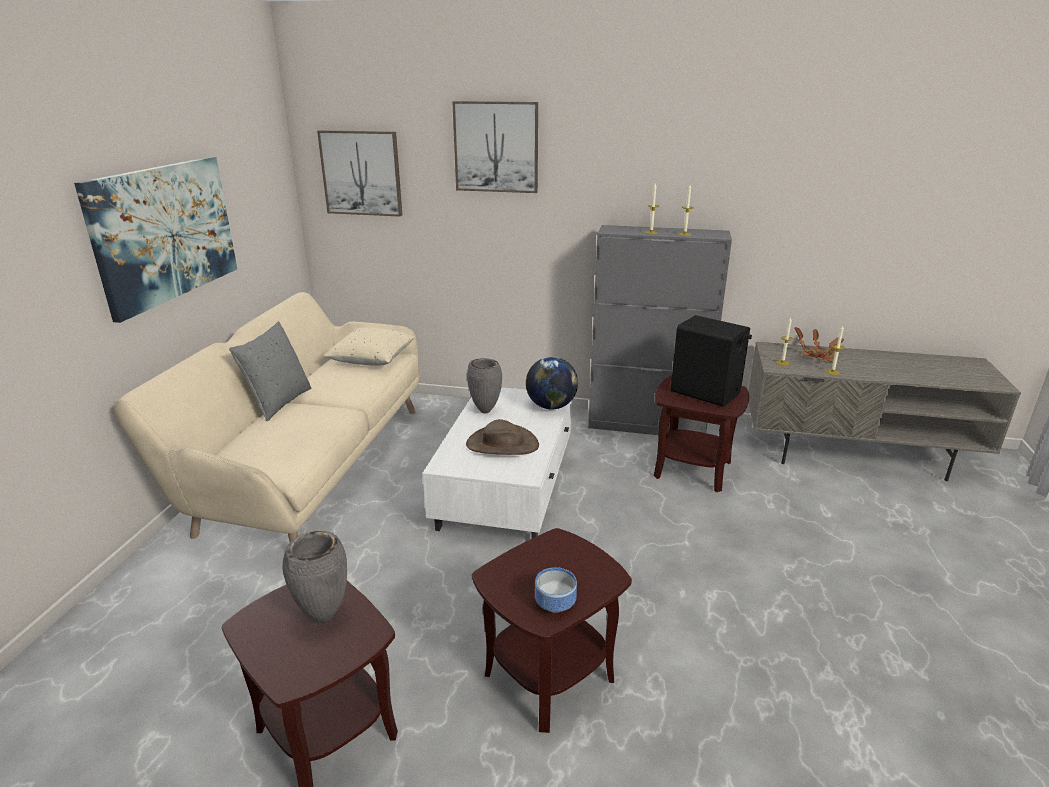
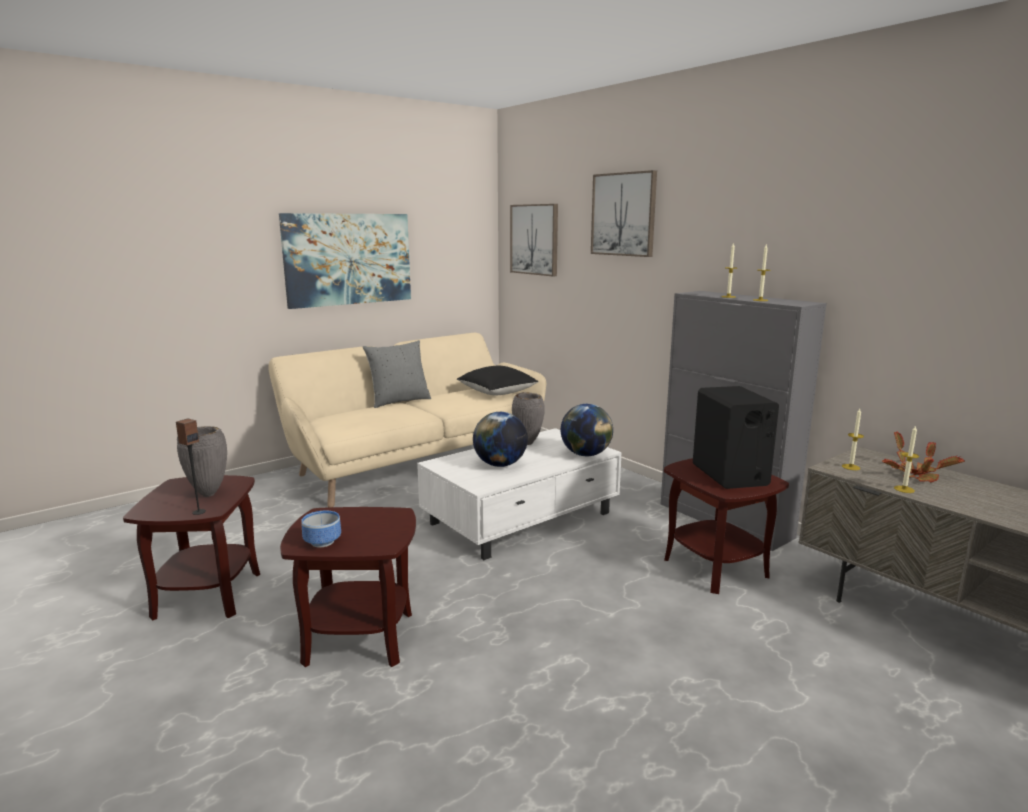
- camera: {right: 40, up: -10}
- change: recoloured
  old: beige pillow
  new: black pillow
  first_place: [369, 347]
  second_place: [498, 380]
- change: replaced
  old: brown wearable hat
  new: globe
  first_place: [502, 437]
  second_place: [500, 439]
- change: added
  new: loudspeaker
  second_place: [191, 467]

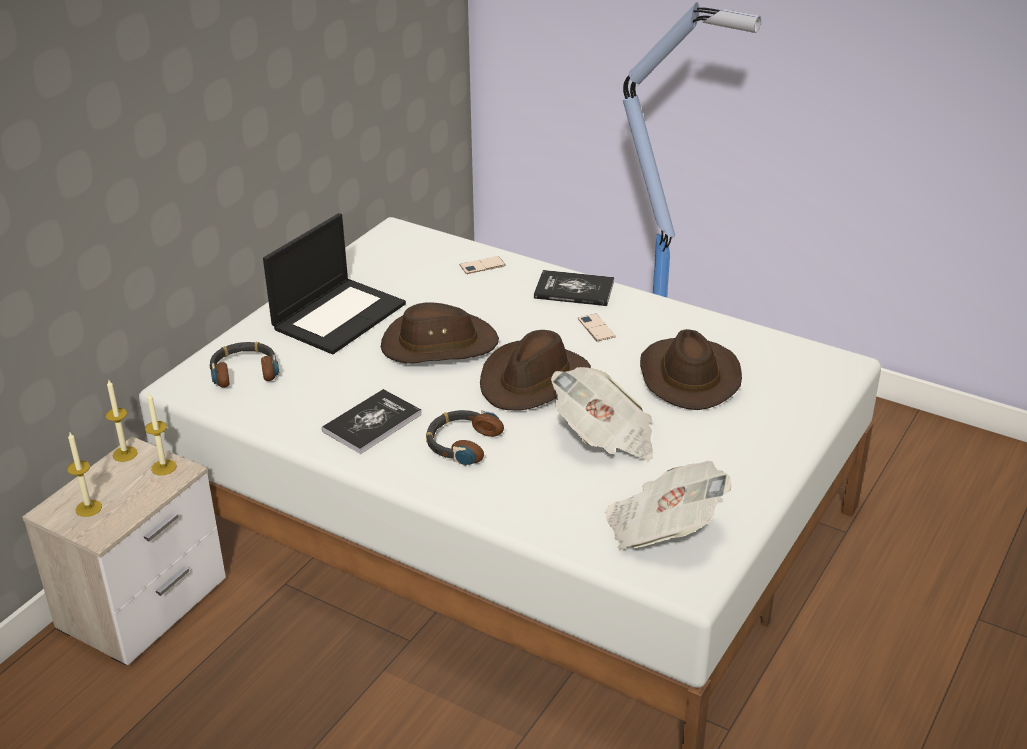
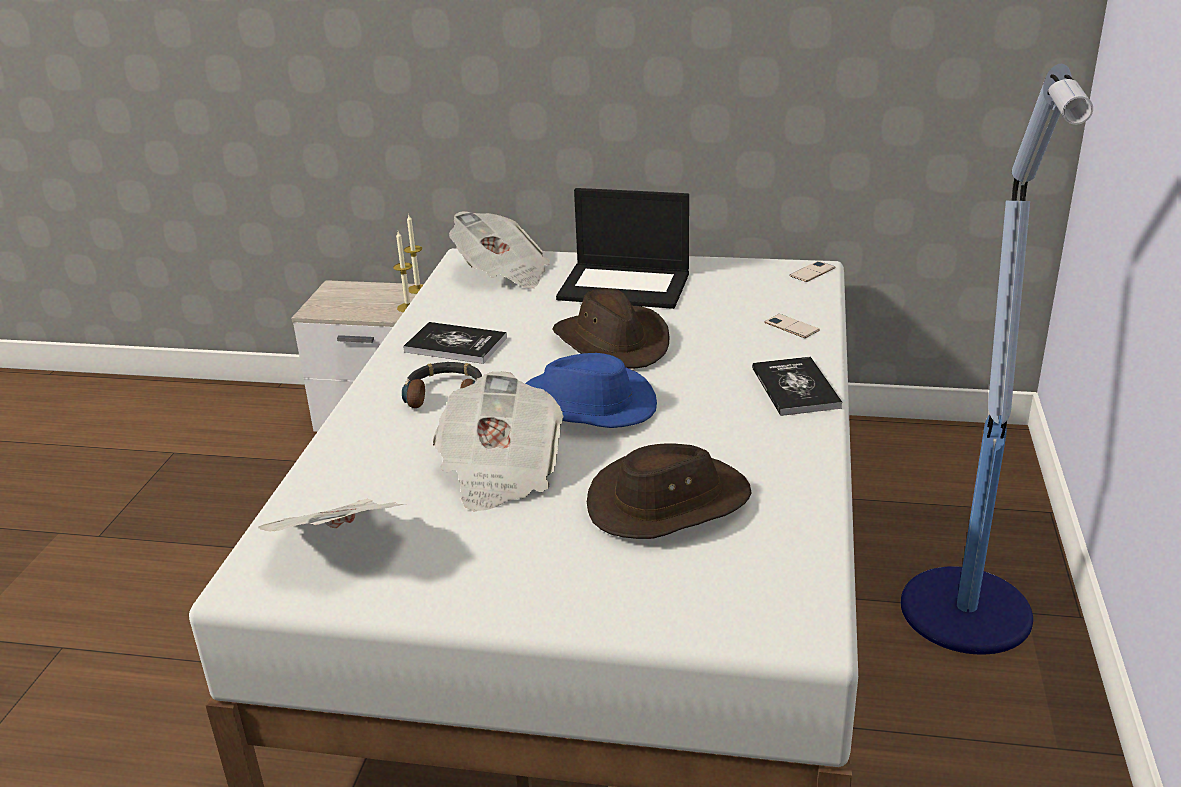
- camera: {right: 70, up: -5}
- change: removed
  old: candle
  first_place: [84, 475]
- change: replaced
  old: headphones
  new: newspaper
  first_place: [244, 364]
  second_place: [499, 250]
- change: recoloured
  old: brown wearable hat
  new: blue wearable hat
  first_place: [535, 370]
  second_place: [591, 390]
- change: moved
  old: telephone
  first_place: [597, 327]
  second_place: [812, 271]

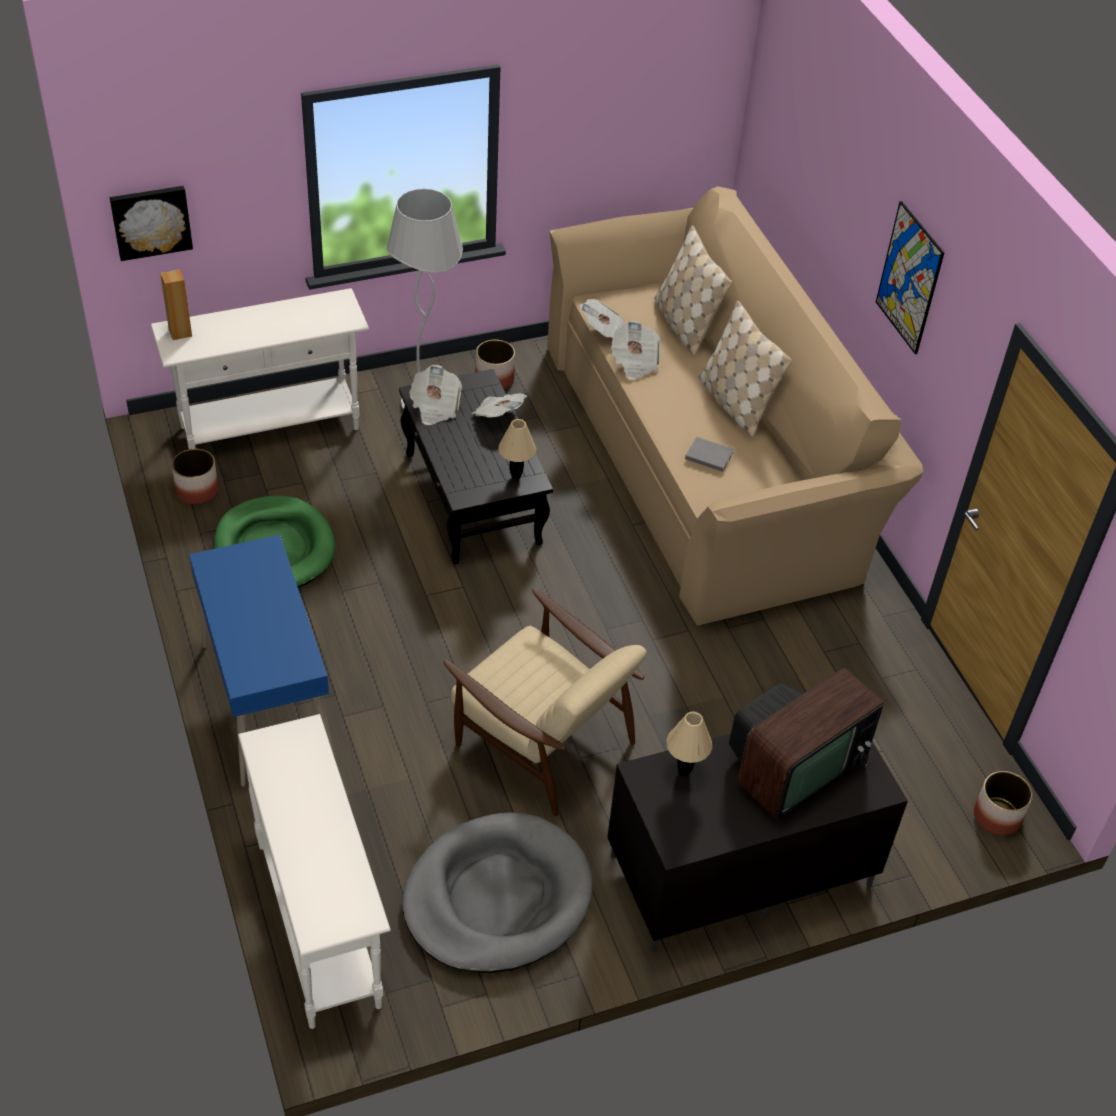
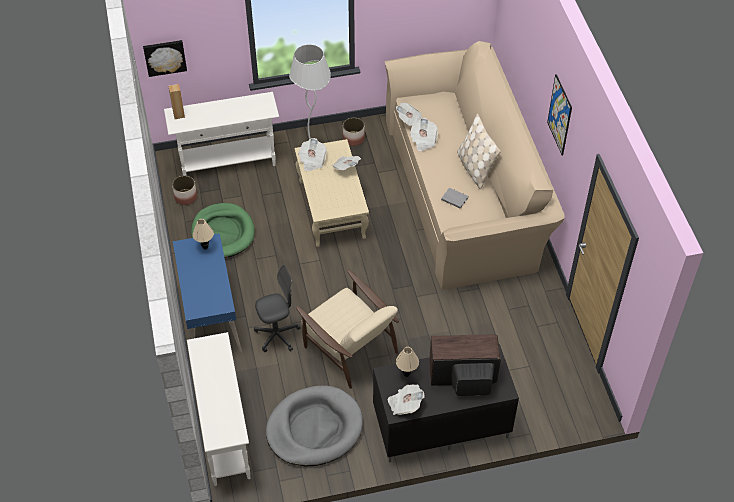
- camera: {right: 10, up: 5}
- change: recoloured
  old: black lounge table
  new: beige lounge table
  first_place: [476, 466]
  second_place: [332, 193]
- change: moved
  old: beige table lamp
  first_place: [517, 449]
  second_place: [203, 234]
- change: removed
  old: beige pillow
  first_place: [693, 291]
- change: turned
  old: television
  first_place: [806, 743]
  second_place: [465, 365]
  degrees: -150
- change: removed
  old: planter
  first_place: [1003, 803]
- change: added
  new: gray computer chair
  second_place: [277, 308]
- change: added
  new: newspaper
  second_place: [406, 400]

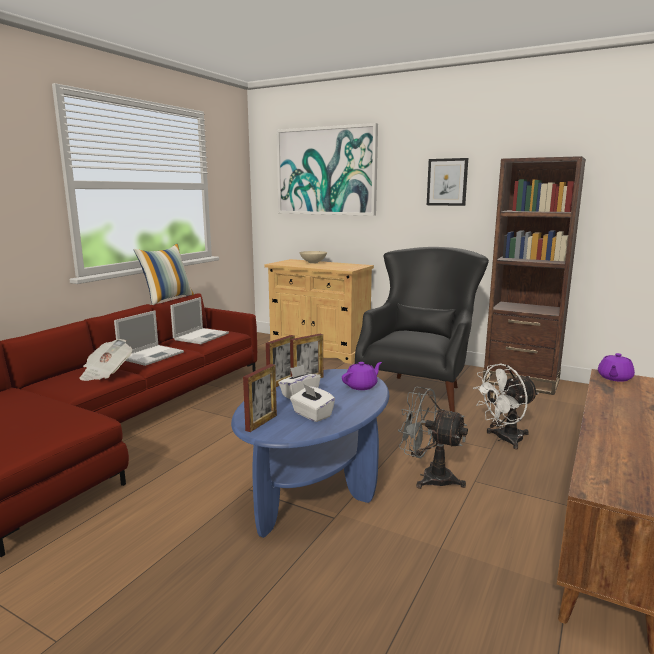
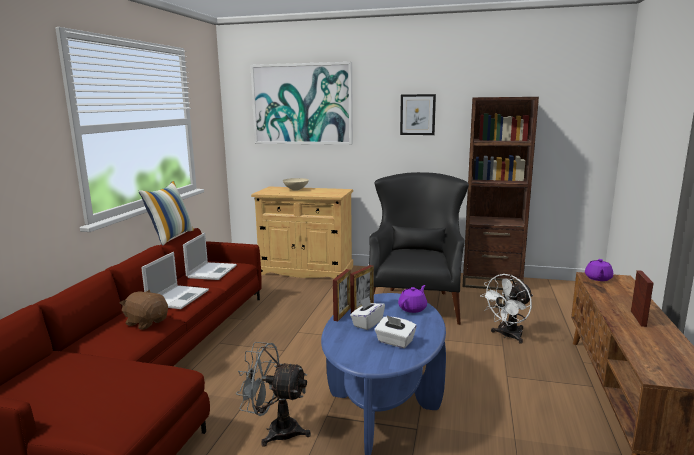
- camera: {right: -15, up: 0}
- change: replaced
  old: newspaper
  new: brown soft toy
  first_place: [105, 360]
  second_place: [144, 310]
- change: moved
  old: standing frame
  first_place: [260, 398]
  second_place: [642, 298]
- change: moved
  old: gray fan
  first_place: [433, 437]
  second_place: [273, 394]

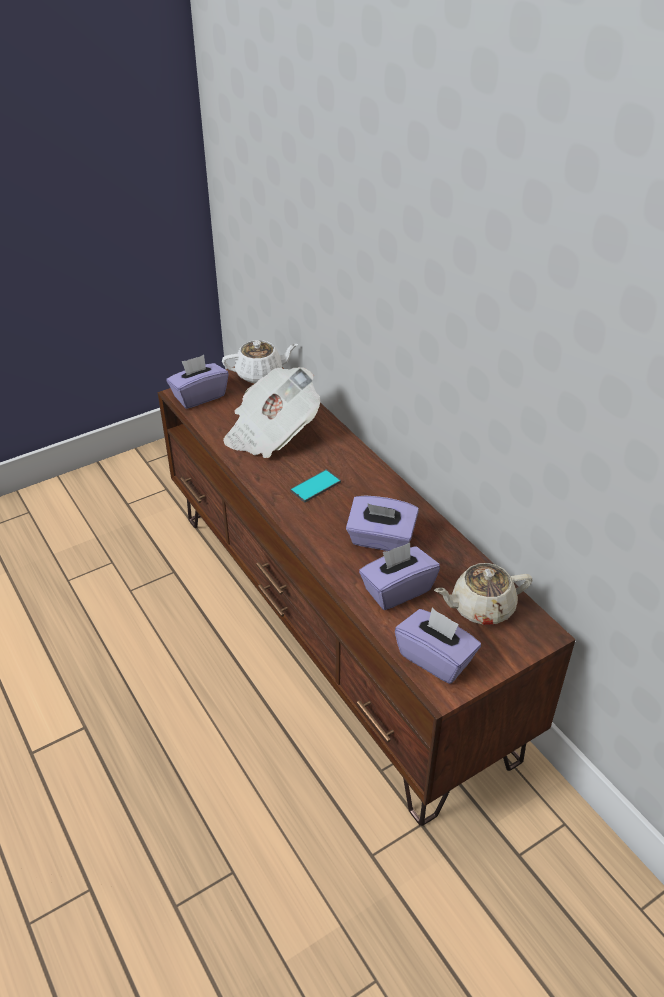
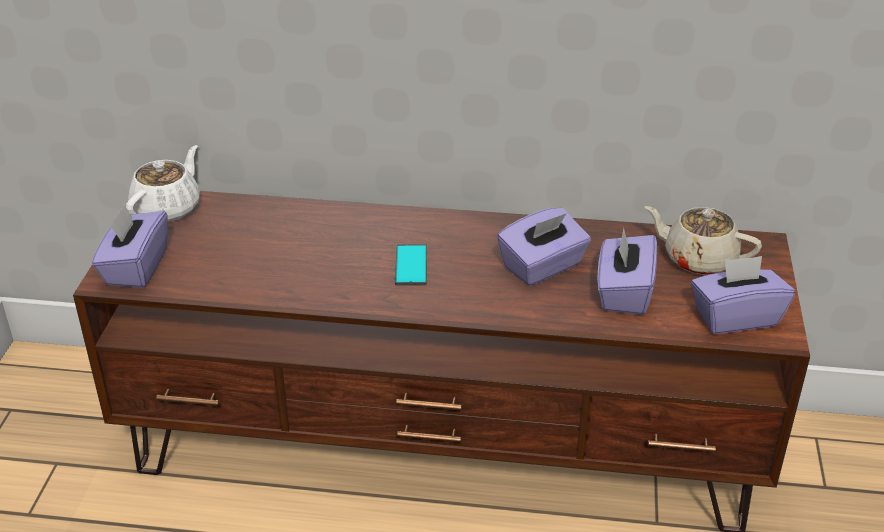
- camera: {right: -50, up: -5}
- change: removed
  old: newspaper
  first_place: [271, 412]
- change: turned
  old: beige pot for tea
  first_place: [483, 594]
  second_place: [703, 240]
  degrees: 90

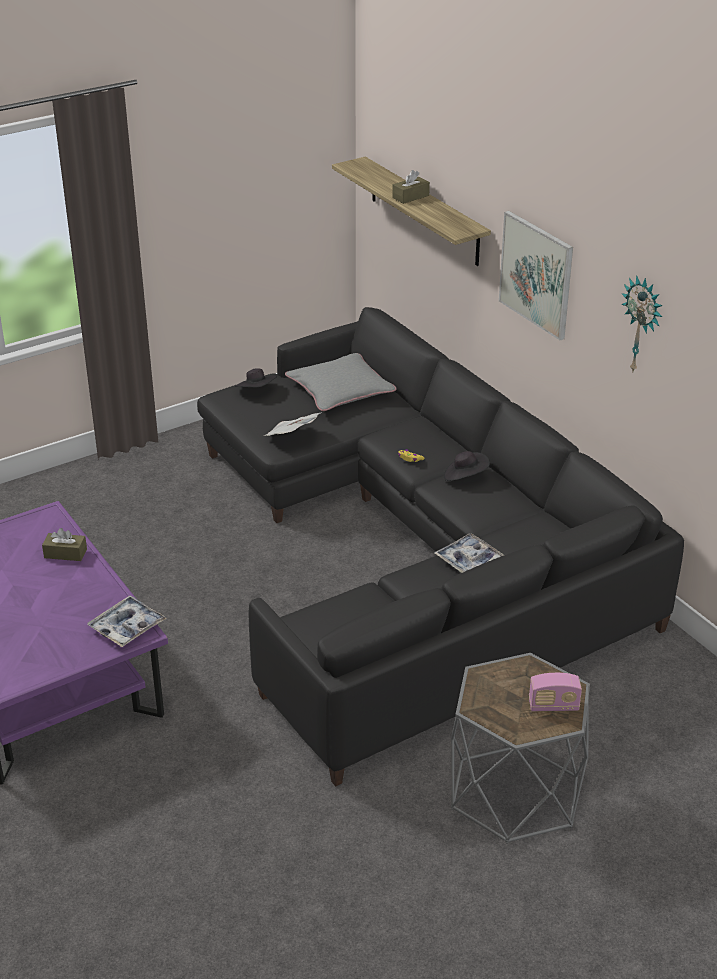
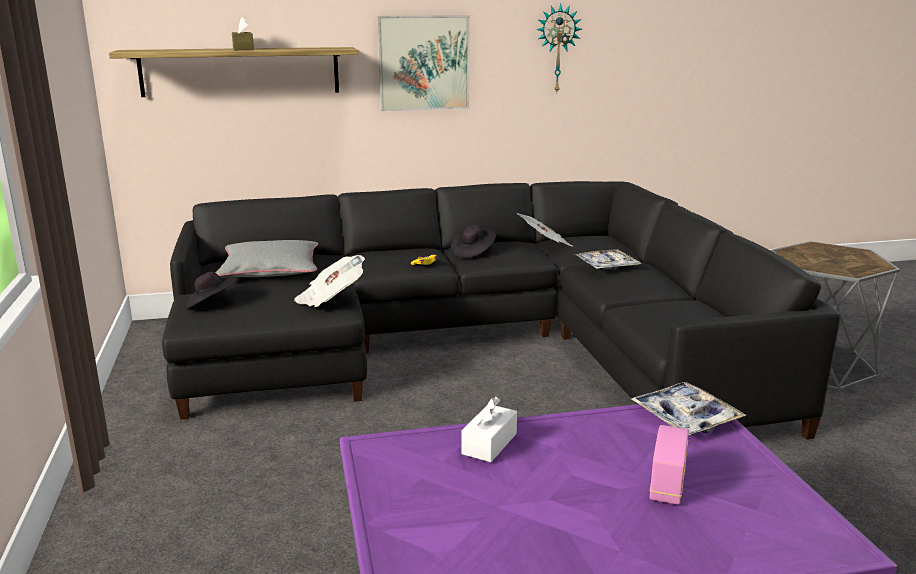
- camera: {right: -70, up: -15}
- change: recoloured
  old: brown tissue holder
  new: whitish tissue holder
  first_place: [64, 544]
  second_place: [489, 429]
- change: moved
  old: radio receiver
  first_place: [555, 692]
  second_place: [669, 465]
- change: added
  new: newspaper
  second_place: [545, 230]

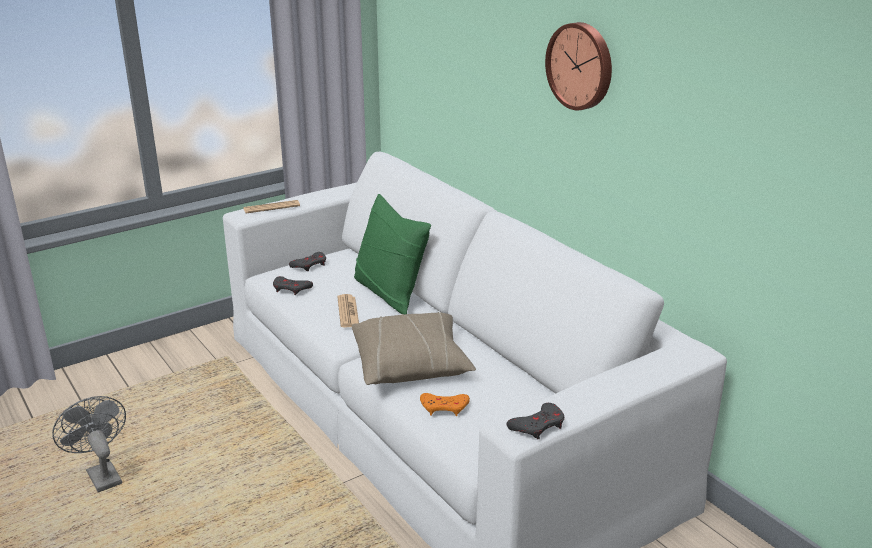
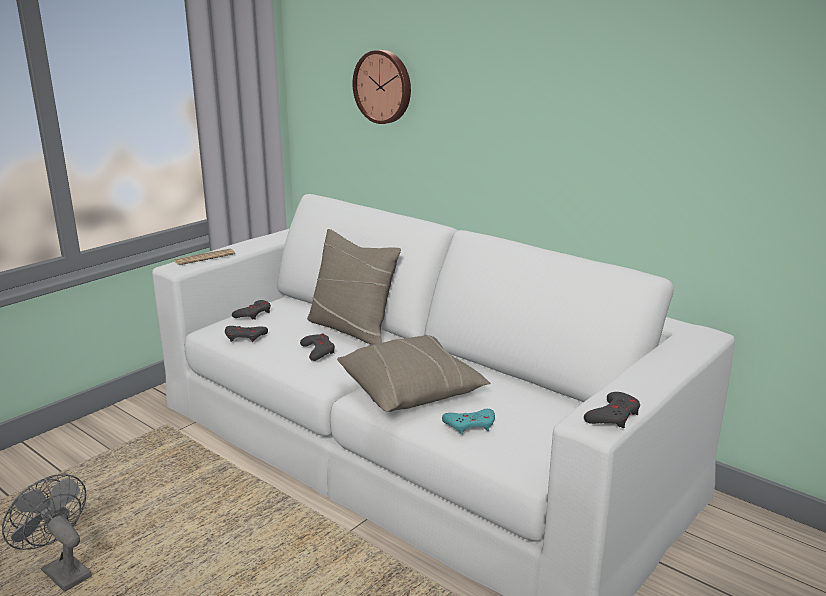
- camera: {right: -15, up: -5}
- change: replaced
  old: newspaper
  new: gray game controller
  first_place: [348, 311]
  second_place: [317, 347]
- change: recoloured
  old: greenish pillow
  new: beige pillow
  first_place: [392, 254]
  second_place: [354, 287]
- change: recoloured
  old: orangey game controller
  new: turquoise game controller
  first_place: [445, 404]
  second_place: [468, 421]
- change: moved
  old: clock on the wall
  first_place: [578, 66]
  second_place: [381, 87]

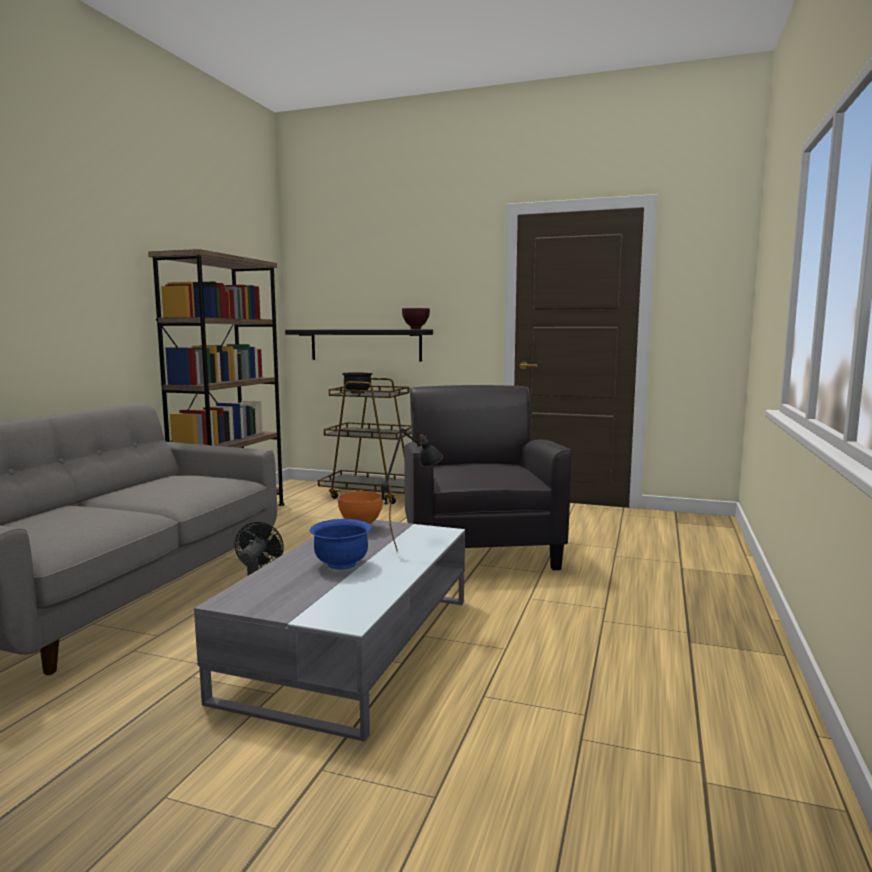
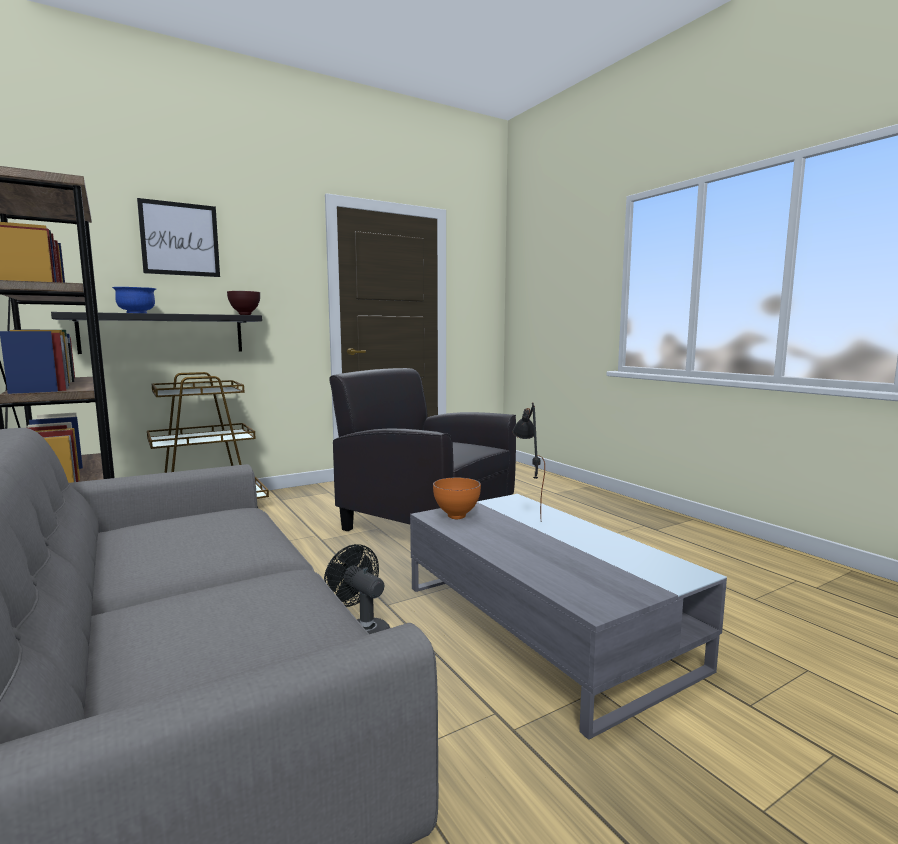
- camera: {right: -50, up: 0}
- change: moved
  old: blue serving bowl
  first_place: [340, 544]
  second_place: [134, 300]
- change: removed
  old: black serving bowl
  first_place: [357, 382]
- change: added
  new: picture
  second_place: [178, 237]

